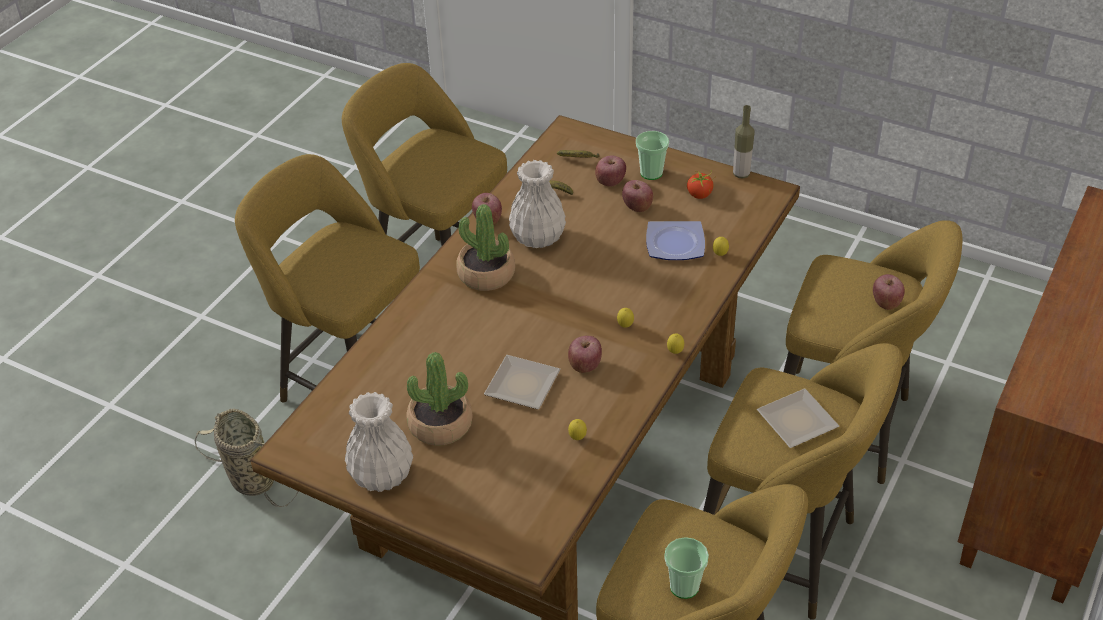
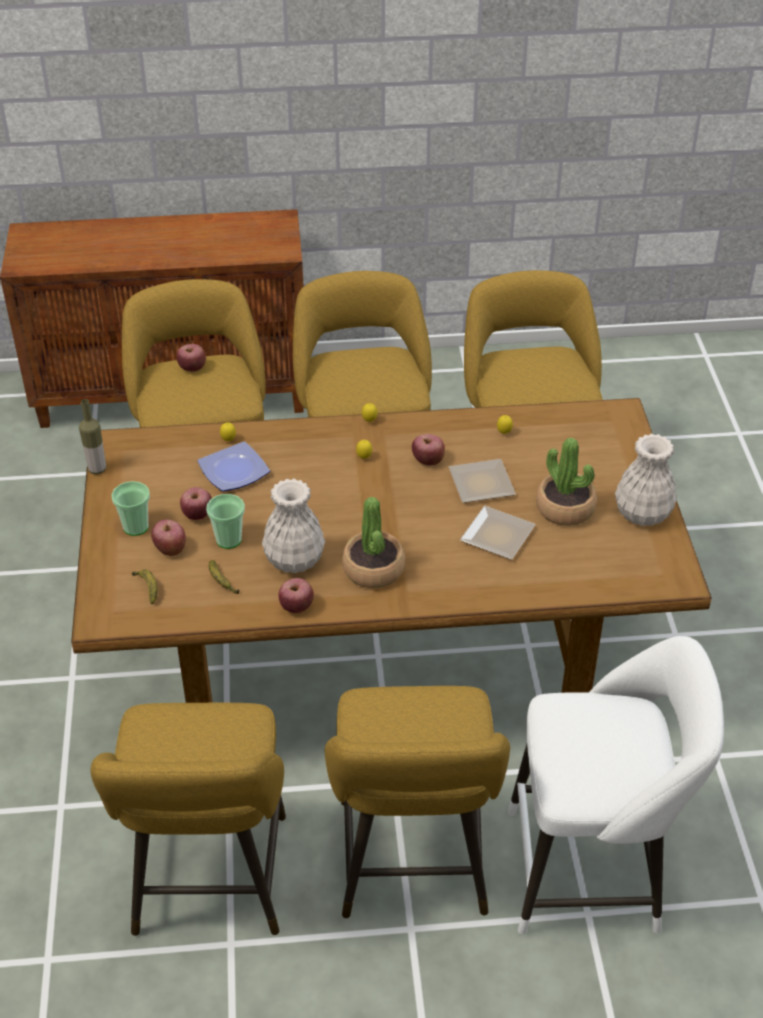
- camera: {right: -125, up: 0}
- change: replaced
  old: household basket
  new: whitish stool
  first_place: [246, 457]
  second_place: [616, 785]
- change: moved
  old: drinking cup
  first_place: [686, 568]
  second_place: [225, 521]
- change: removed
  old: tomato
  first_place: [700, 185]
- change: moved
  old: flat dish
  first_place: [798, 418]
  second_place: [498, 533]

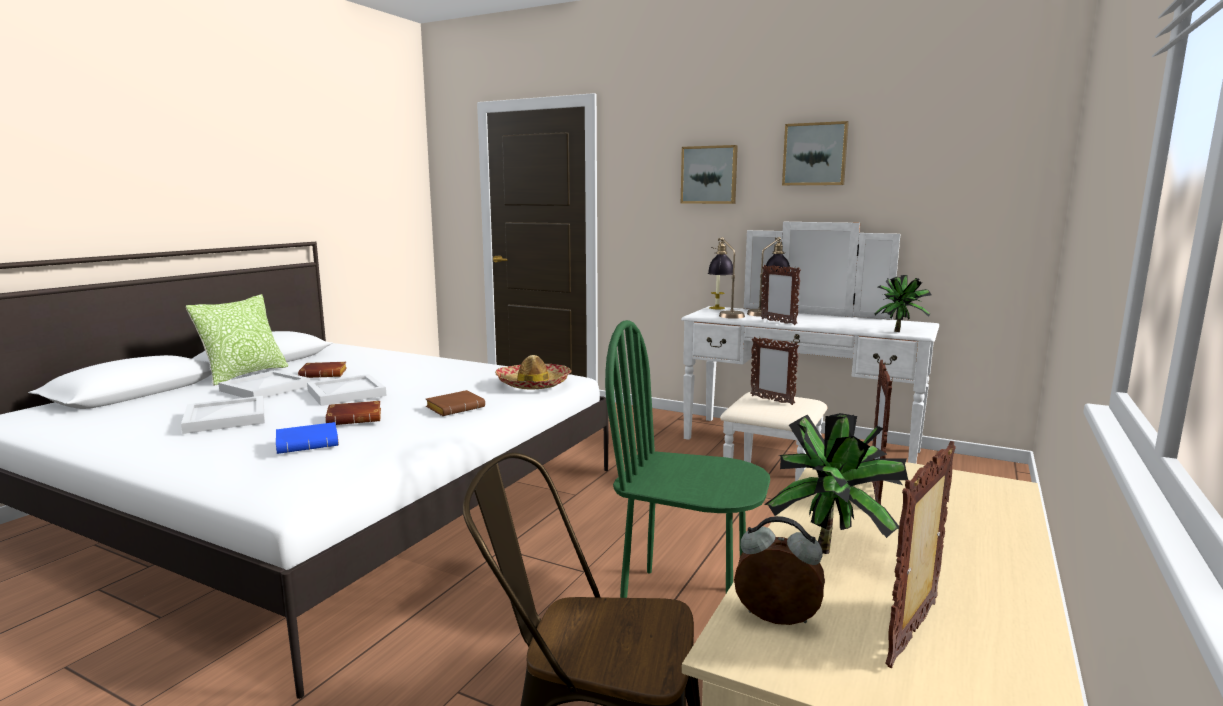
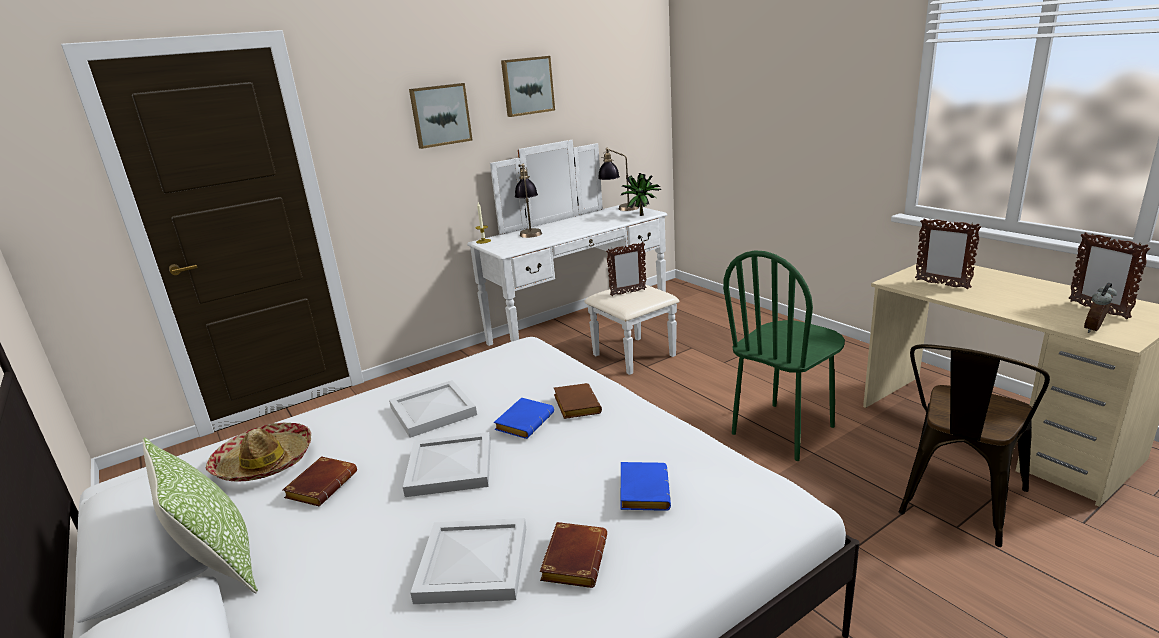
- camera: {right: -60, up: 10}
- change: moved
  old: whitish serving tray
  first_place: [264, 384]
  second_place: [433, 409]
- change: moved
  old: brown book
  first_place: [353, 413]
  second_place: [573, 555]
- change: moved
  old: wearable hat
  first_place: [533, 372]
  second_place: [258, 452]
- change: moved
  old: table lamp
  first_place: [726, 278]
  second_place: [618, 179]
- change: removed
  old: standing frame
  first_place: [781, 295]
- change: removed
  old: potted plant
  first_place: [836, 483]
- change: added
  new: blue book
  second_place: [524, 418]

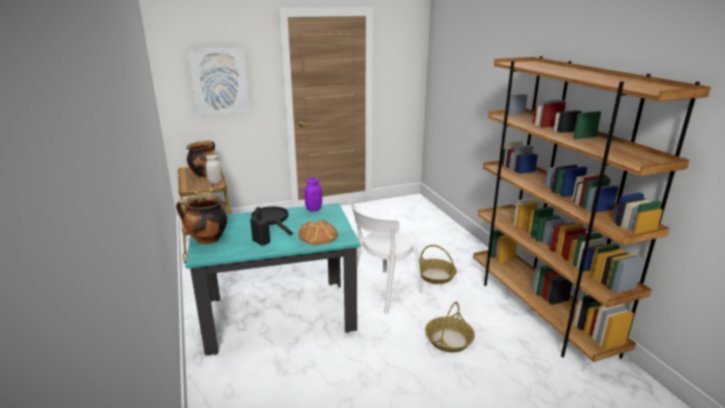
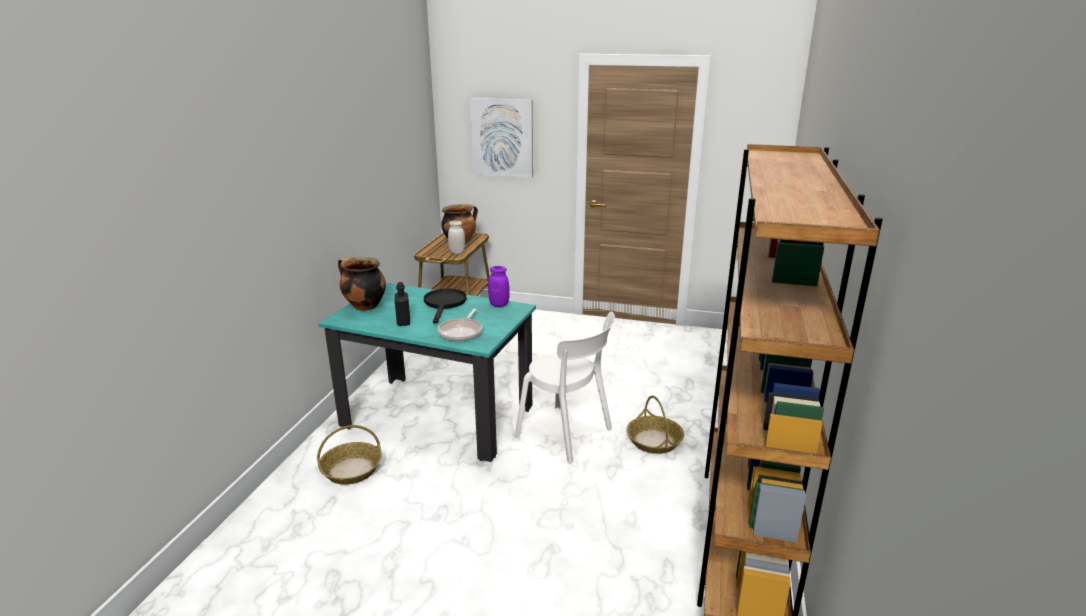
- camera: {right: 35, up: 0}
- change: replaced
  old: baked bread
  new: pan
  first_place: [318, 232]
  second_place: [460, 325]
- change: turned
  old: whitish chair
  first_place: [386, 257]
  second_place: [565, 387]
  degrees: -135
- change: moved
  old: household basket
  first_place: [450, 327]
  second_place: [349, 455]

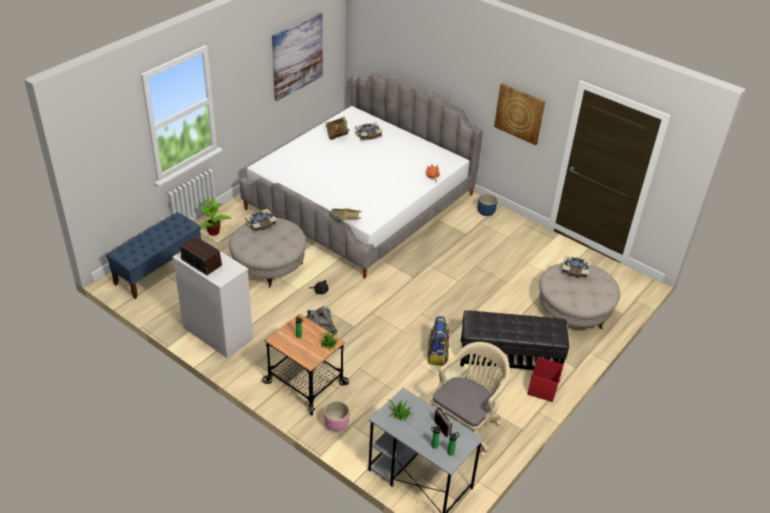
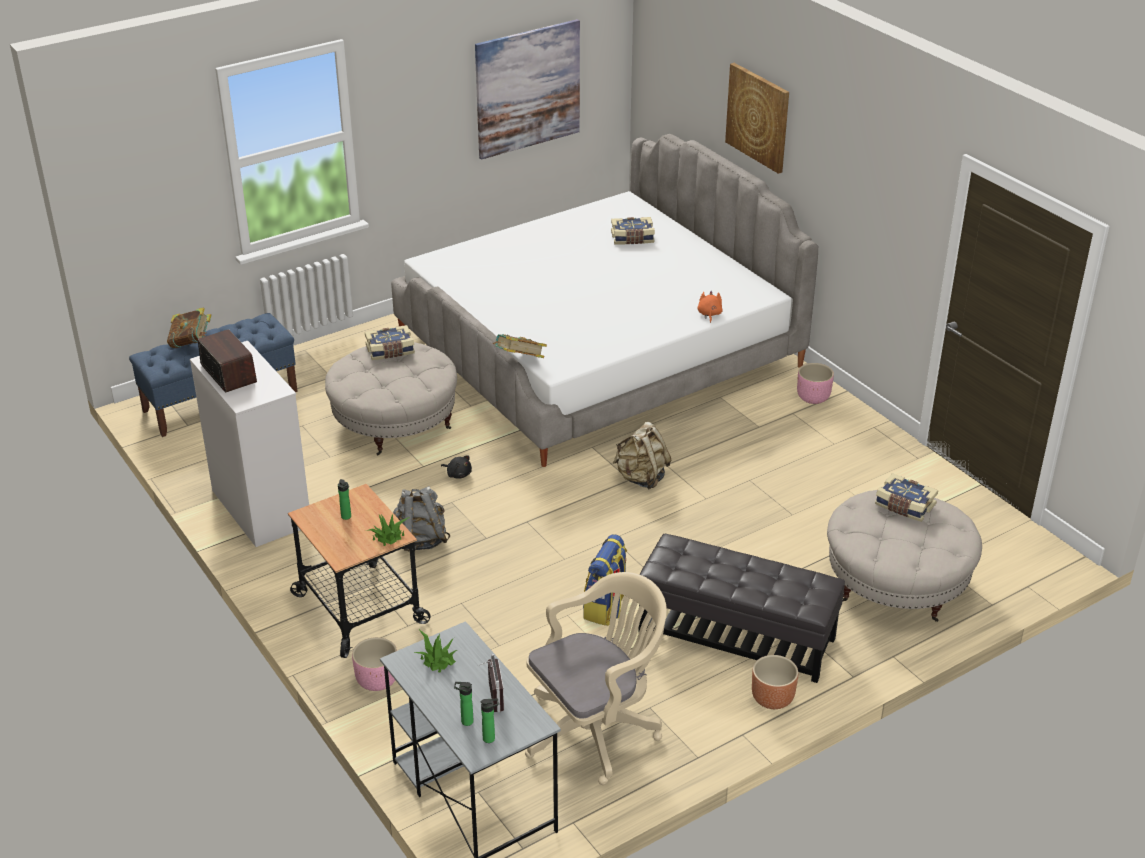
- camera: {right: 20, up: -5}
- change: removed
  old: potted plant
  first_place: [214, 216]
- change: moved
  old: book
  first_place: [337, 128]
  second_place: [189, 327]
- change: recoloured
  old: blue planter
  new: pink planter
  first_place: [488, 205]
  second_place: [815, 383]
- change: moved
  old: picture
  first_place: [519, 114]
  second_place: [757, 118]
- change: replaced
  old: red storage container
  new: brown planter
  first_place: [545, 379]
  second_place: [775, 682]
- change: added
  new: beige rucksack
  second_place: [642, 456]

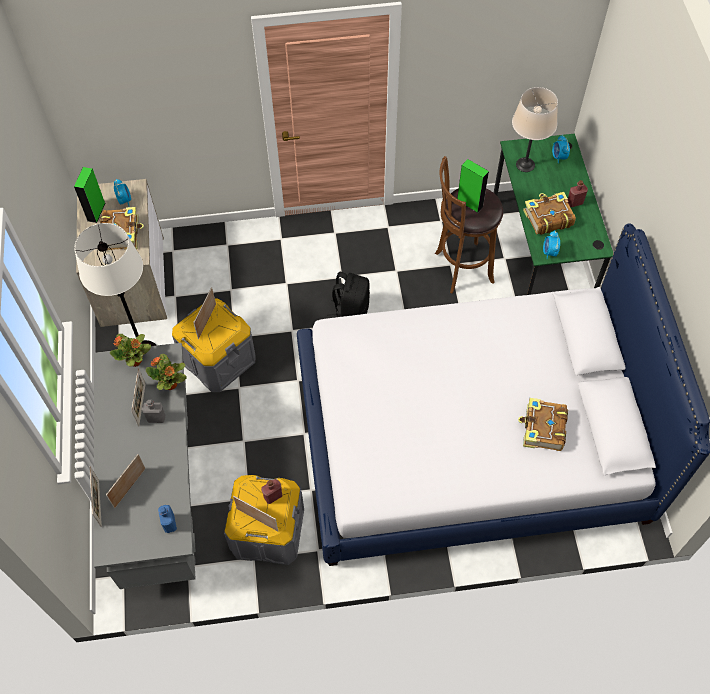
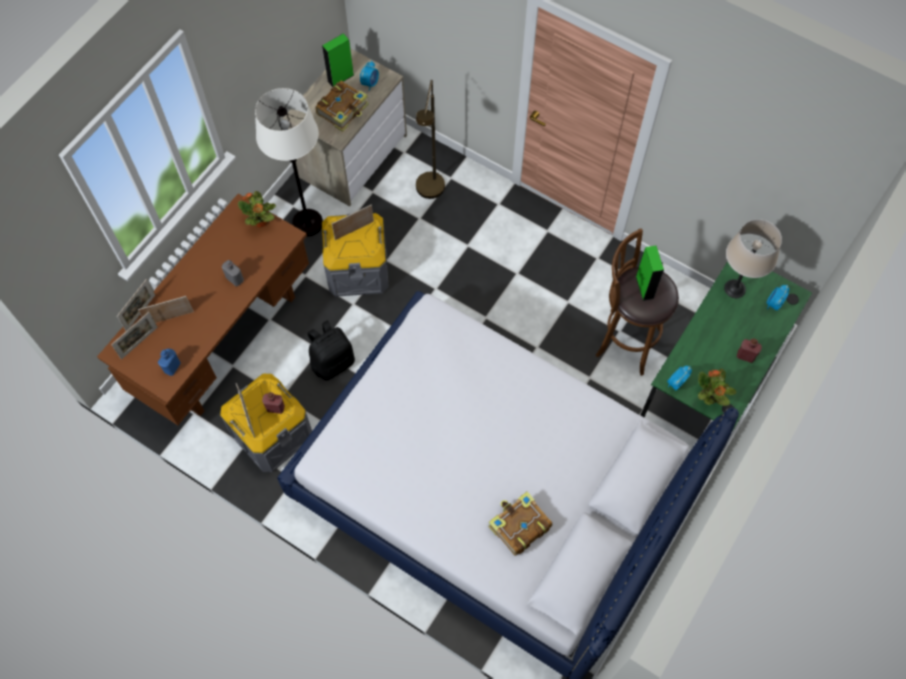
- camera: {right: 40, up: 5}
- change: recoloured
  old: gray desk table
  new: brown desk table
  first_place: [145, 466]
  second_place: [203, 309]
- change: moved
  old: standing frame
  first_place: [138, 397]
  second_place: [134, 335]
- change: moved
  old: potted plant
  first_place: [166, 372]
  second_place: [717, 387]
- change: moved
  old: black rucksack
  first_place: [348, 294]
  second_place: [331, 350]
- change: removed
  old: book
  first_place: [549, 213]
- change: added
  new: brown floor lamp
  second_place: [430, 139]

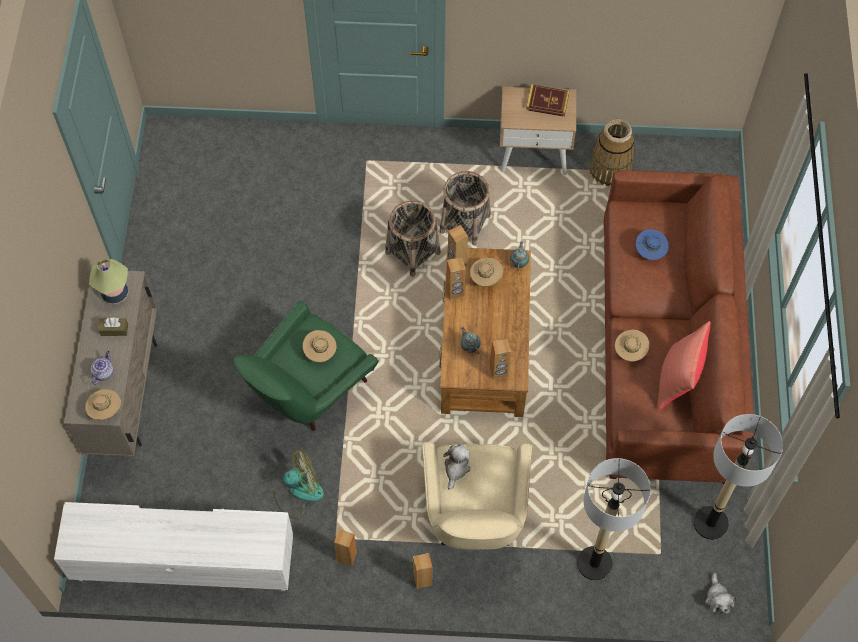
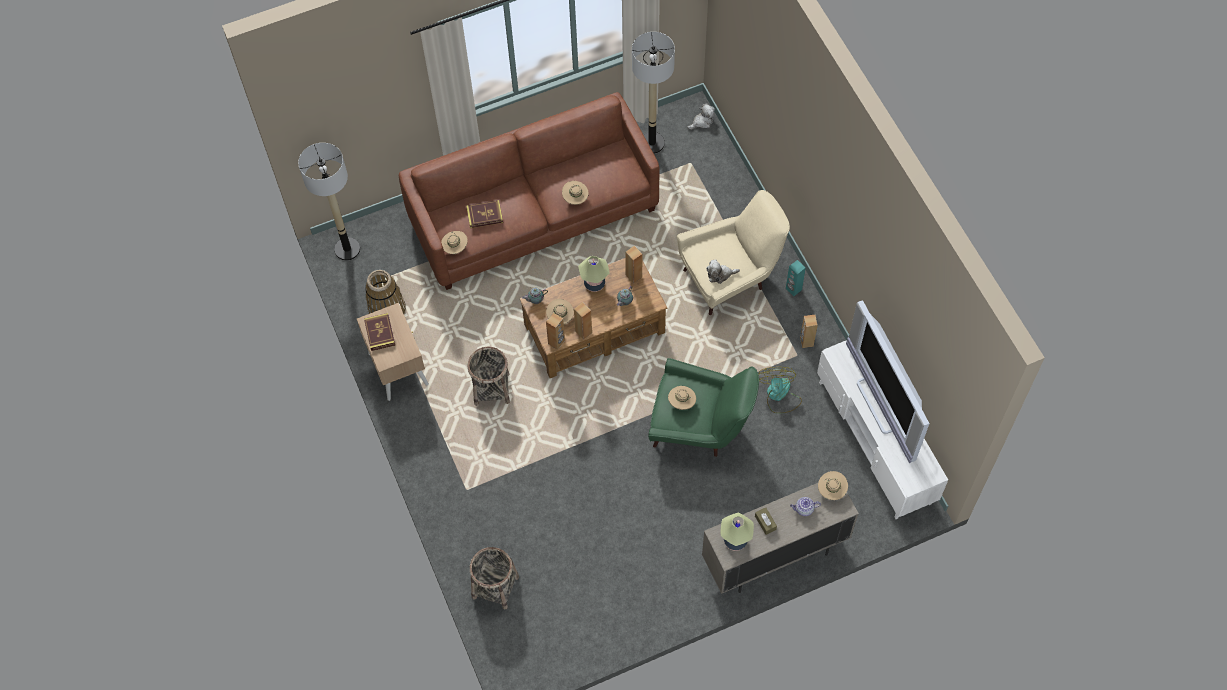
- camera: {right: -115, up: 0}
- change: turned
  old: fan
  first_place: [299, 484]
  second_place: [780, 390]
  degrees: 45
- change: moved
  old: household basket
  first_place: [413, 238]
  second_place: [494, 578]
- change: recoloured
  old: brown loudspeaker
  new: turquoise loudspeaker
  first_place: [422, 571]
  second_place: [796, 278]
- change: moved
  old: floor lamp
  first_place: [614, 519]
  second_place: [329, 202]
- change: replaced
  old: blue wearable hat
  new: book
  first_place: [652, 244]
  second_place: [484, 214]
- change: removed
  old: red pillow
  first_place: [684, 366]
- change: added
  new: beige wearable hat
  second_place: [454, 242]
- change: added
  new: table lamp
  second_place: [594, 274]
- change: added
  new: television
  second_place: [888, 381]

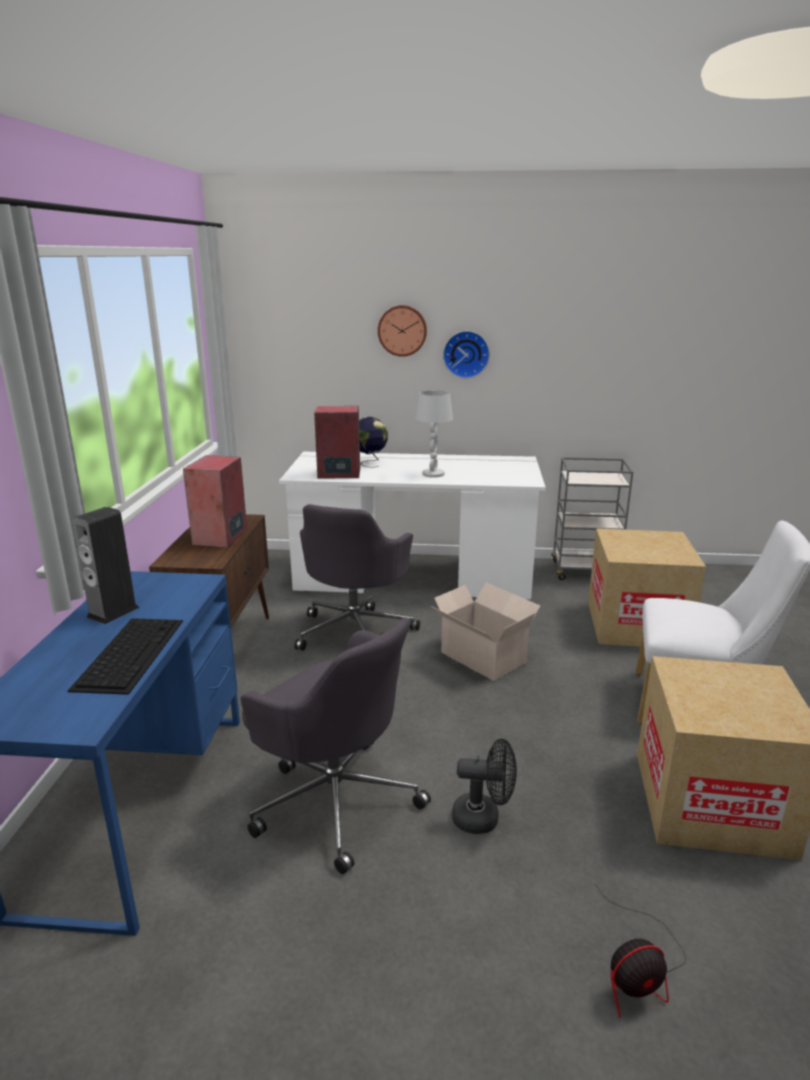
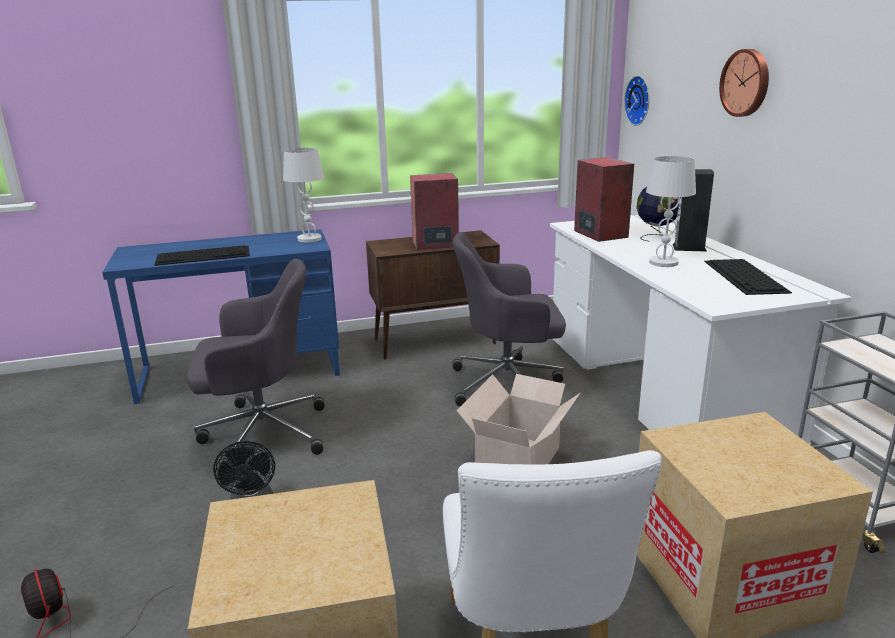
- camera: {right: 70, up: 0}
- change: moved
  old: loudspeaker
  first_place: [106, 565]
  second_place: [693, 210]
- change: turned
  old: gray computer chair
  first_place: [335, 746]
  second_place: [256, 363]
  degrees: -120
- change: moved
  old: clock on the wall
  first_place: [466, 355]
  second_place: [637, 101]
- change: added
  new: whitish table lamp
  second_place: [303, 195]
- change: added
  new: PC keyboard
  second_place: [748, 277]

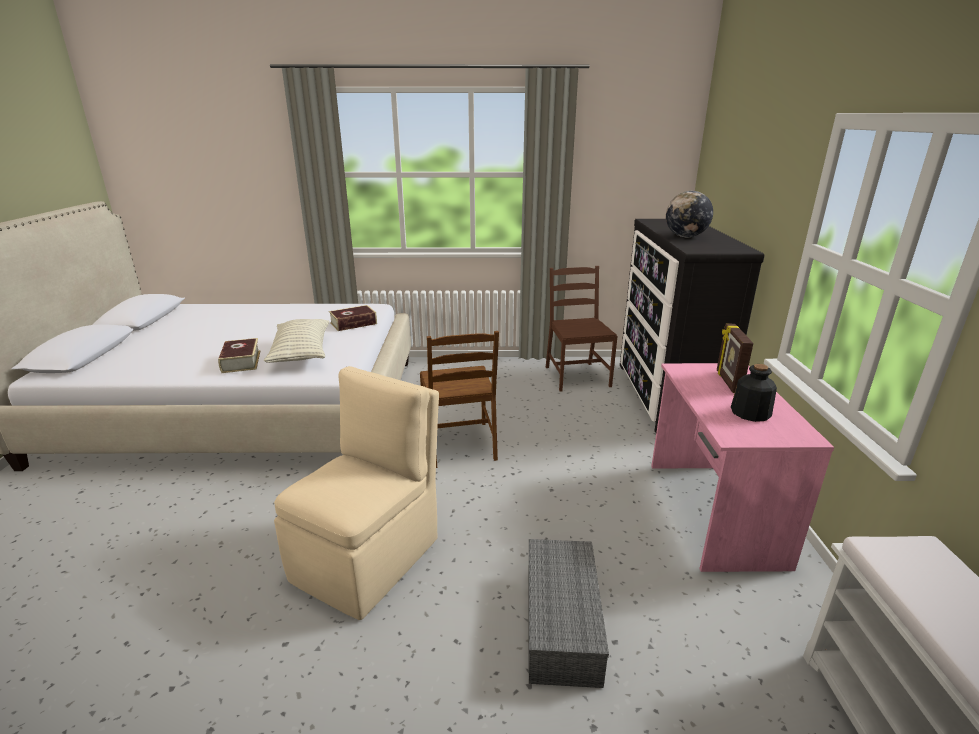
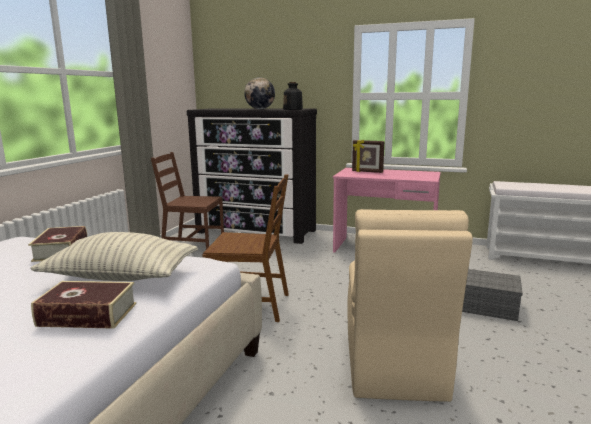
- camera: {right: -70, up: -10}
- change: turned
  old: beige chair
  first_place: [356, 493]
  second_place: [410, 305]
  degrees: -135
- change: moved
  old: beverage bottle
  first_place: [754, 393]
  second_place: [293, 96]

